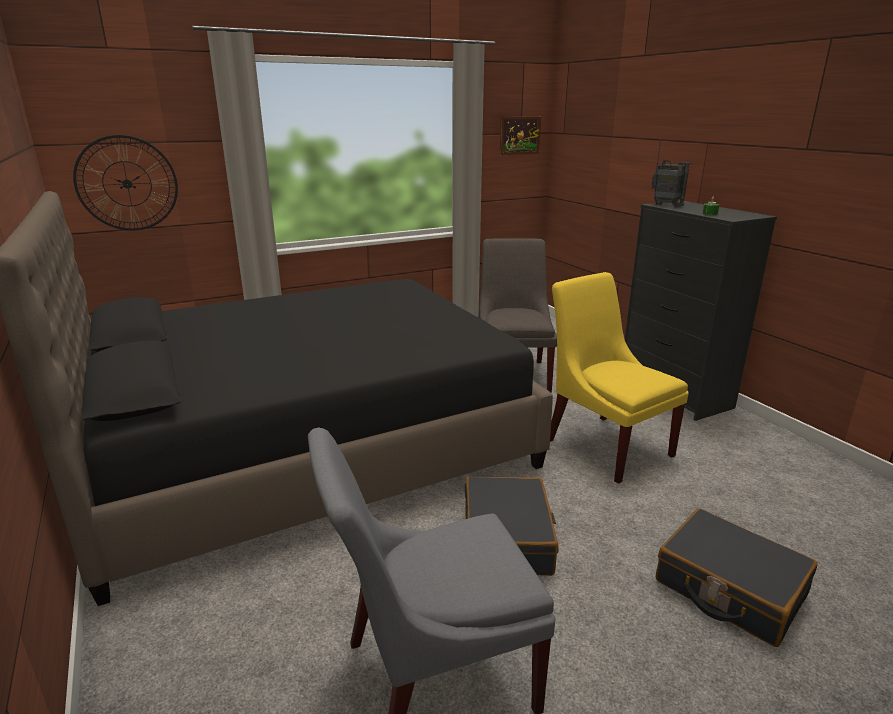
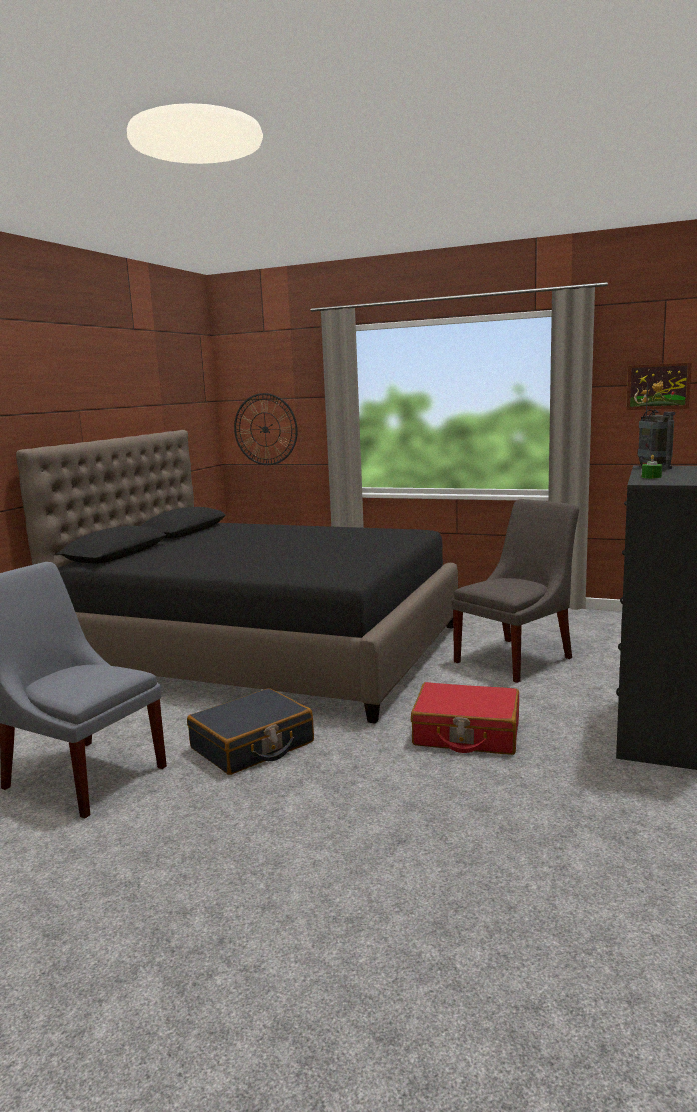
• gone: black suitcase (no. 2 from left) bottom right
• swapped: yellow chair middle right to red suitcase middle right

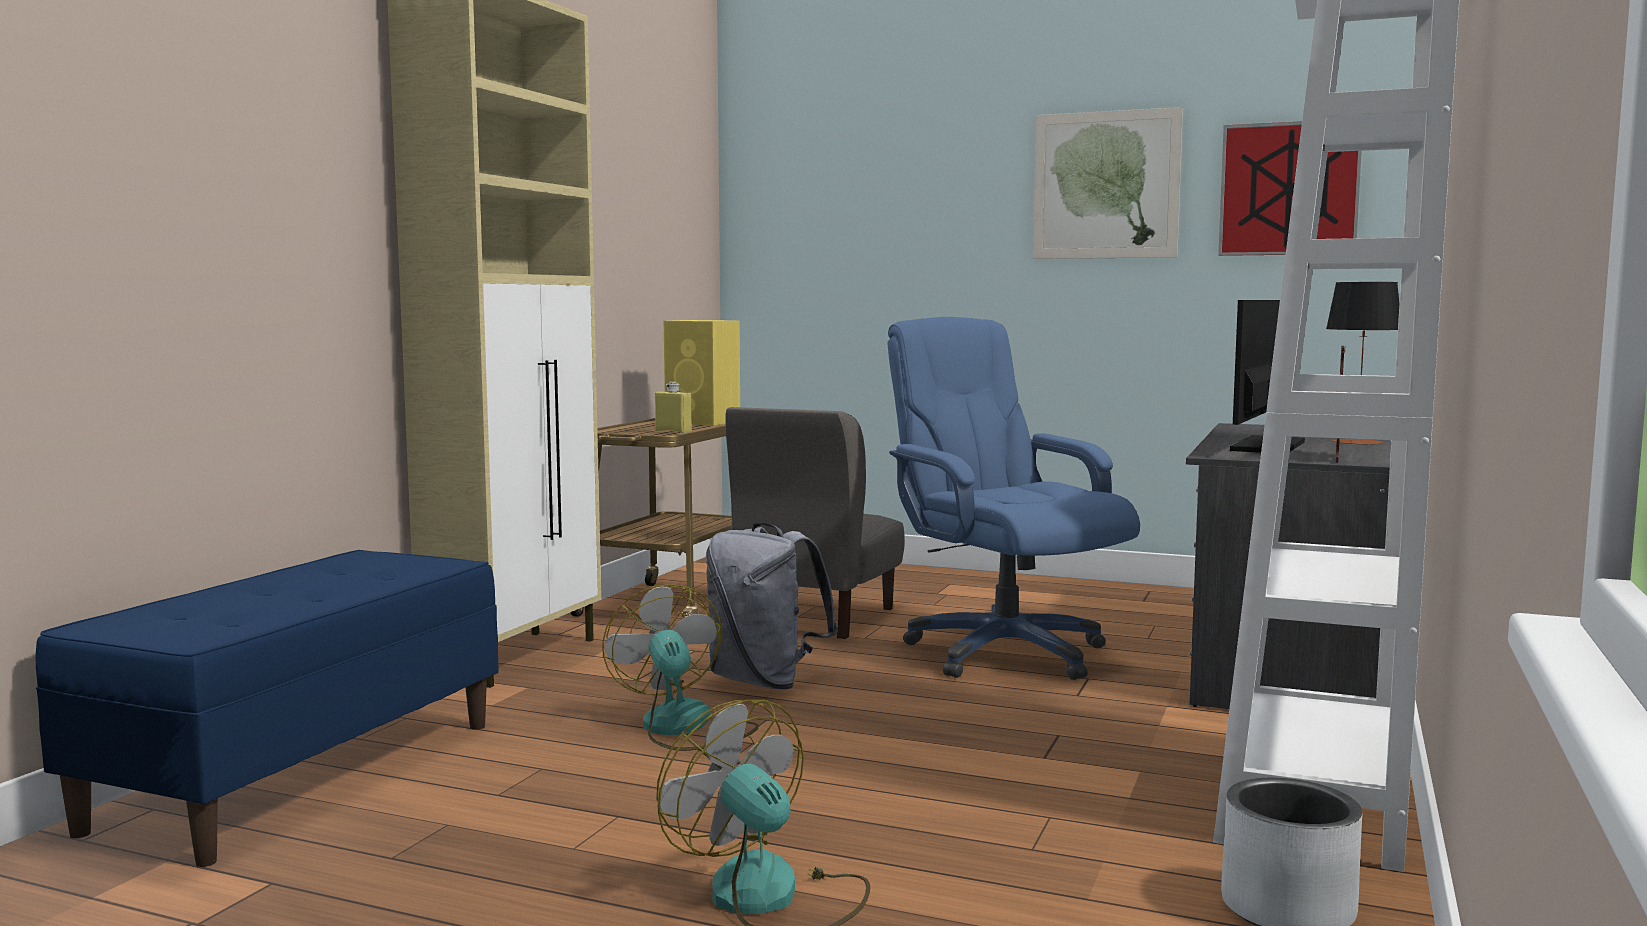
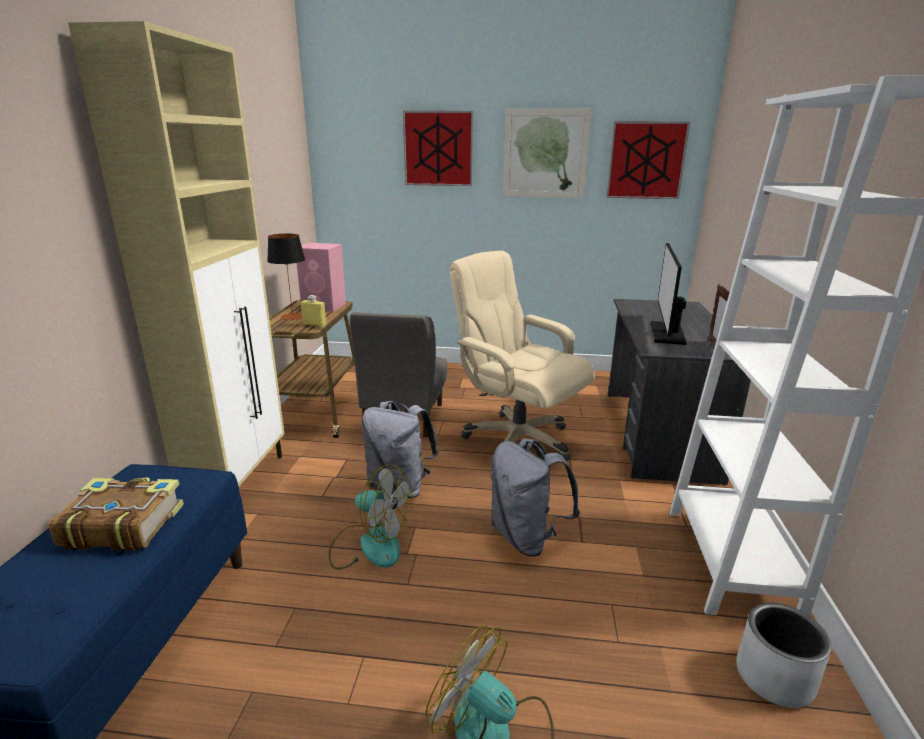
• new: book bottom left
• new: picture (no. 1 from left) top centre
• new: grey backpack (no. 2 from left) bottom centre
• shifted: table lamp middle right to middle left
• repainted: yellow speaker centre to pink speaker centre
• repainted: blue office chair centre to beige office chair centre
• rotated: fan (no. 1 from left) bottom centre = bottom centre 150 degrees clockwise

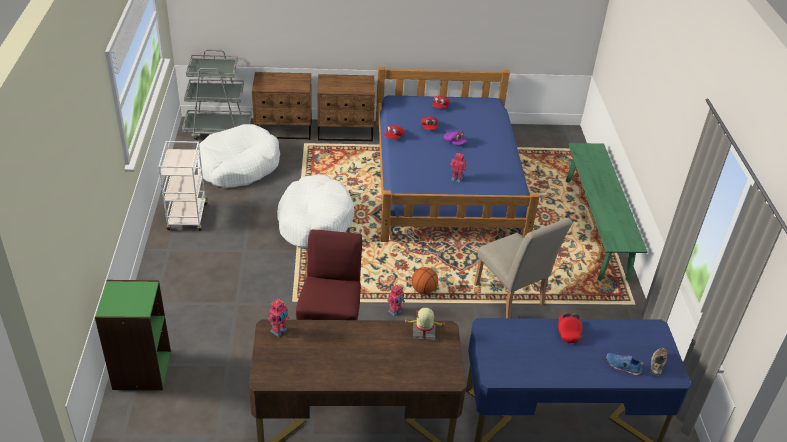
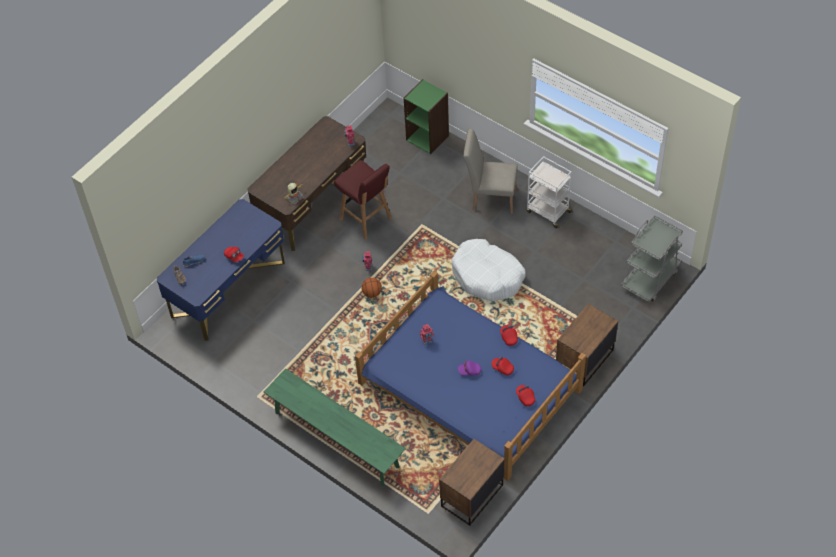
• gone: white dog bed (no. 1 from left) middle left
• shifted: brown nightstand (no. 1 from left) top centre to bottom centre
• shifted: beige chair centre to top centre

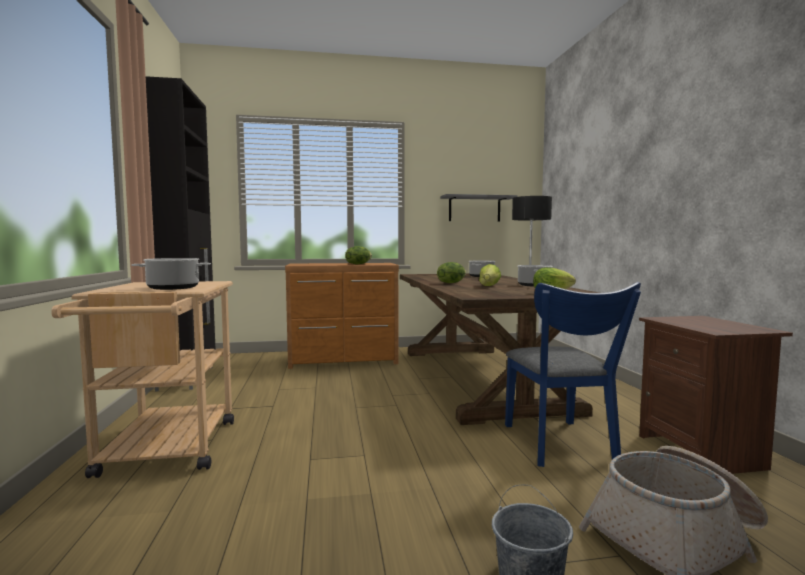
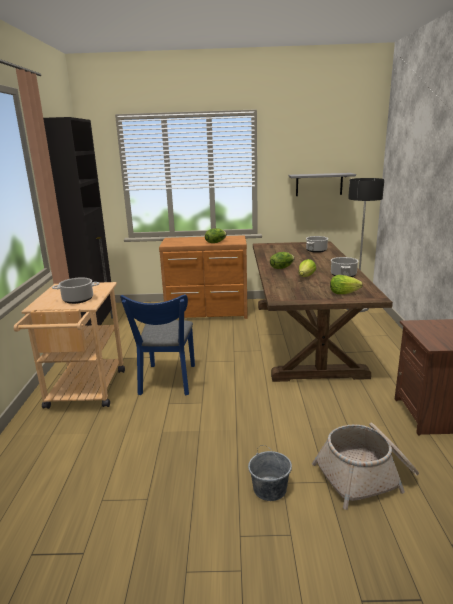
• shifted: blue chair middle right to centre

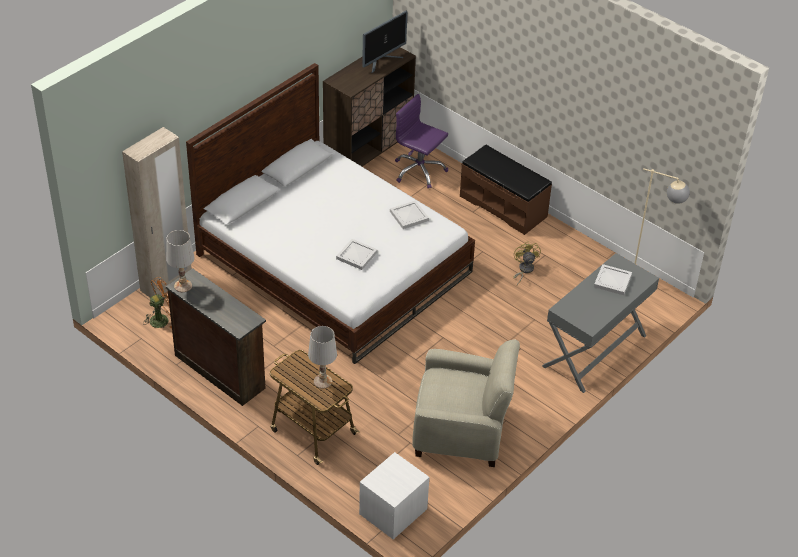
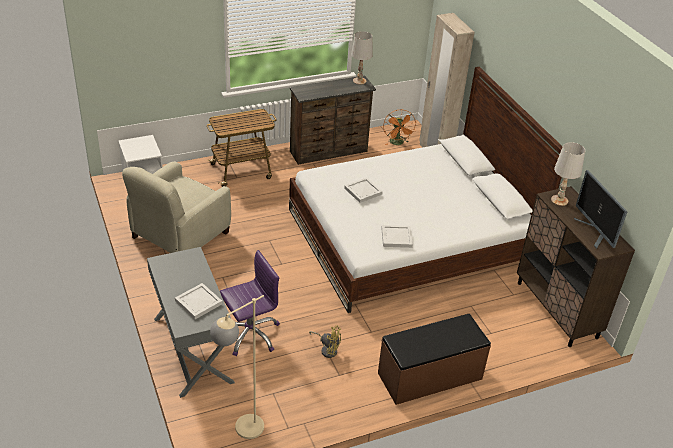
• shifted: white table lamp (no. 2 from left) centre to middle right
• shifted: purple office chair top centre to bottom centre

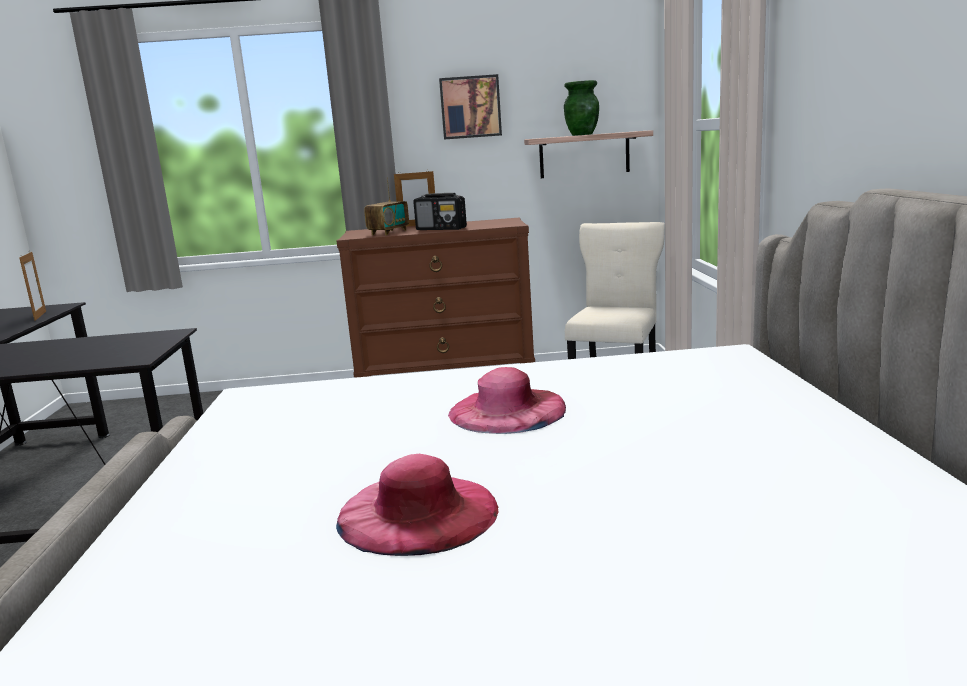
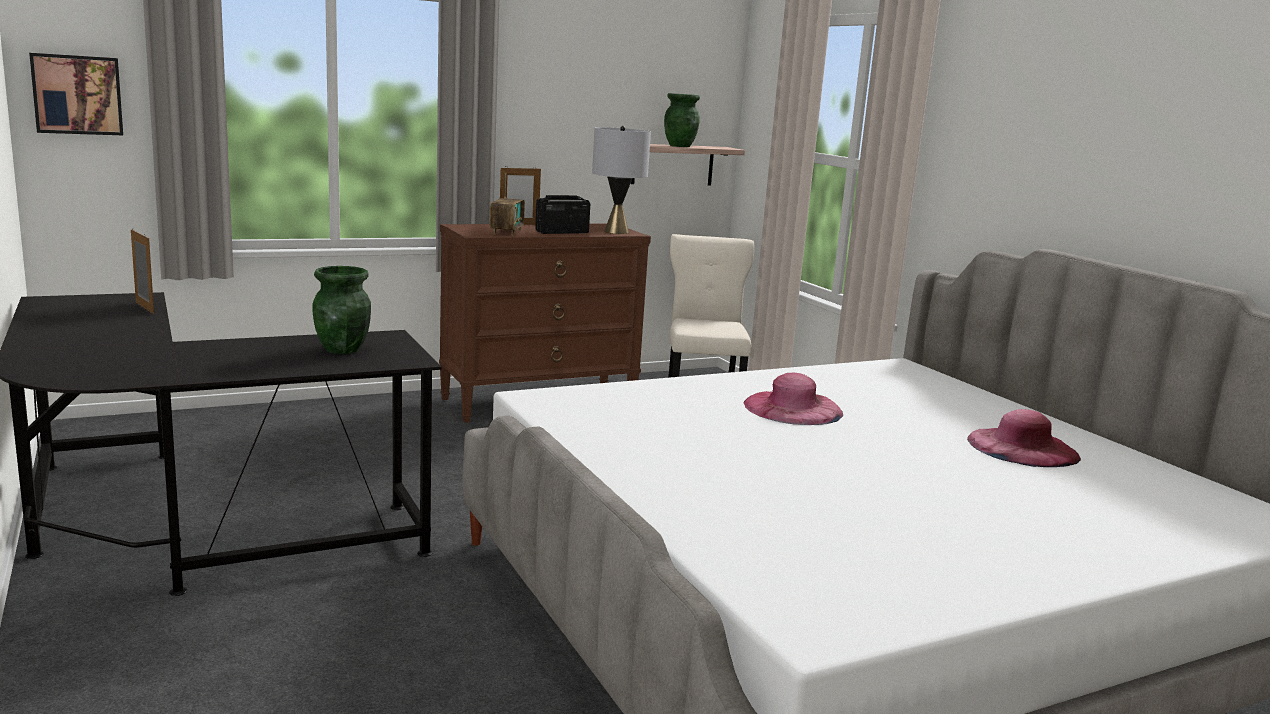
• new: green vase (no. 1 from left) middle left
• new: grey table lamp top centre
• shifted: pink hat (no. 1 from left in the first image) bottom centre to pink hat (no. 2 from left) middle right
• shifted: picture top centre to top left
• rotated: radio (no. 2 from left) top centre = top centre 150 degrees clockwise

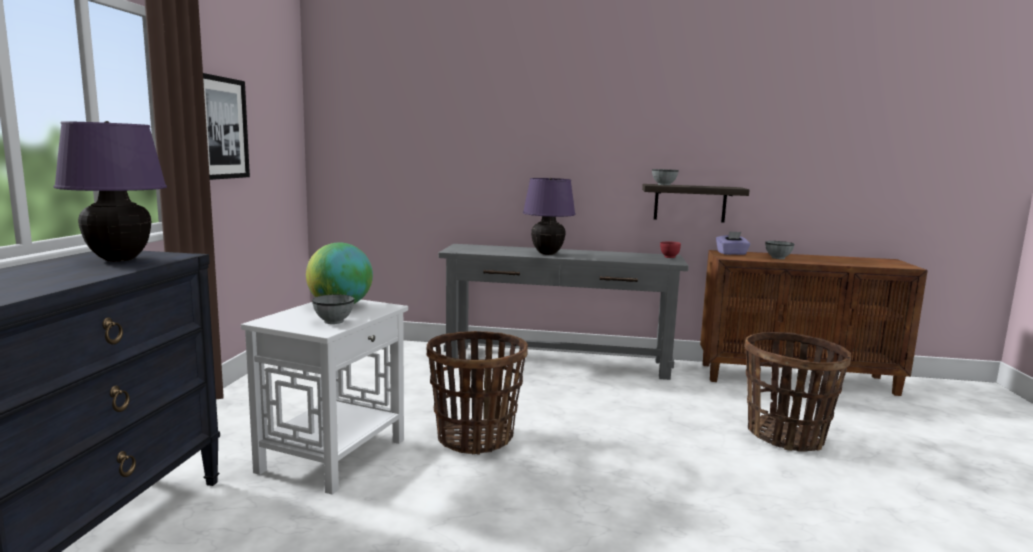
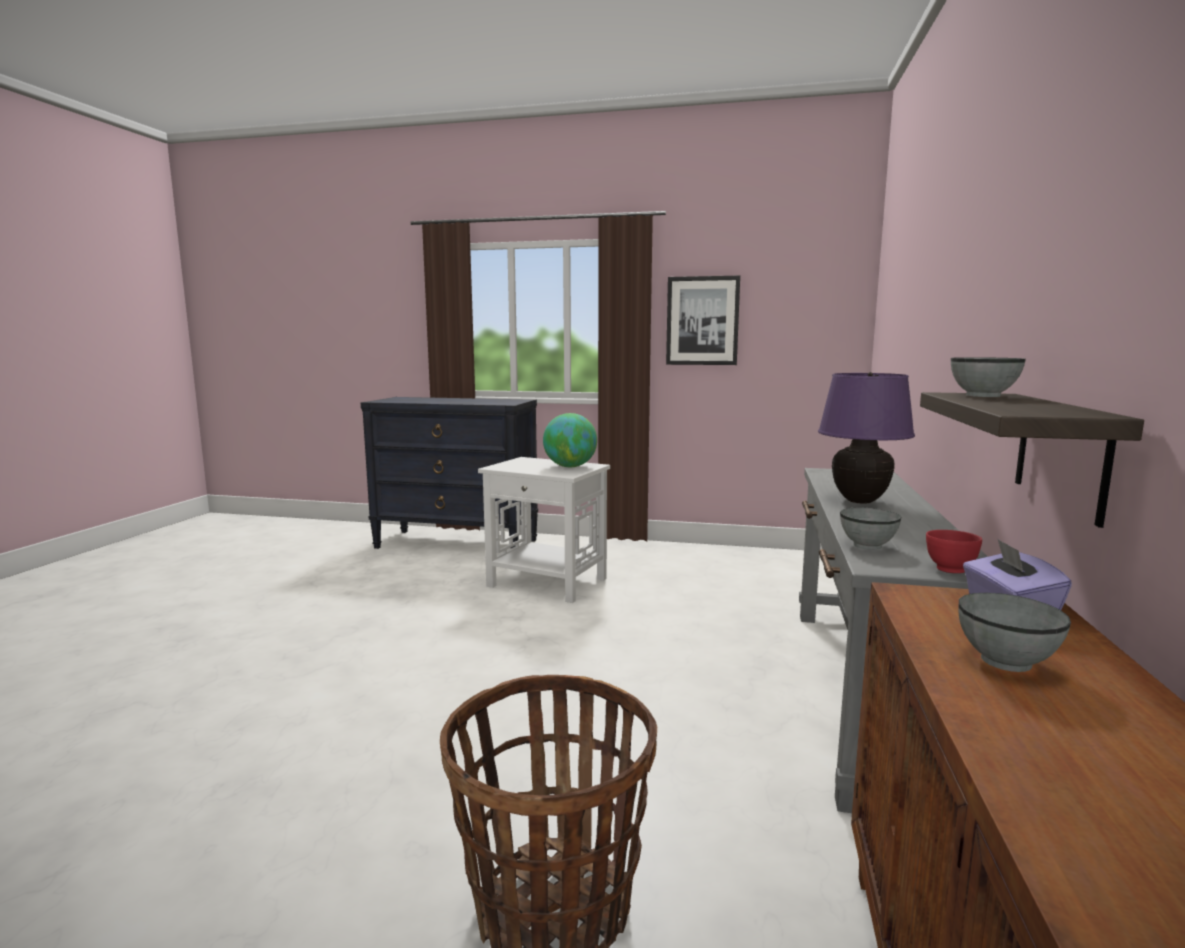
• gone: purple table lamp (no. 1 from left) middle left
• gone: basket (no. 1 from left) bottom centre
• shifted: grey bowl (no. 1 from left) middle left to middle right

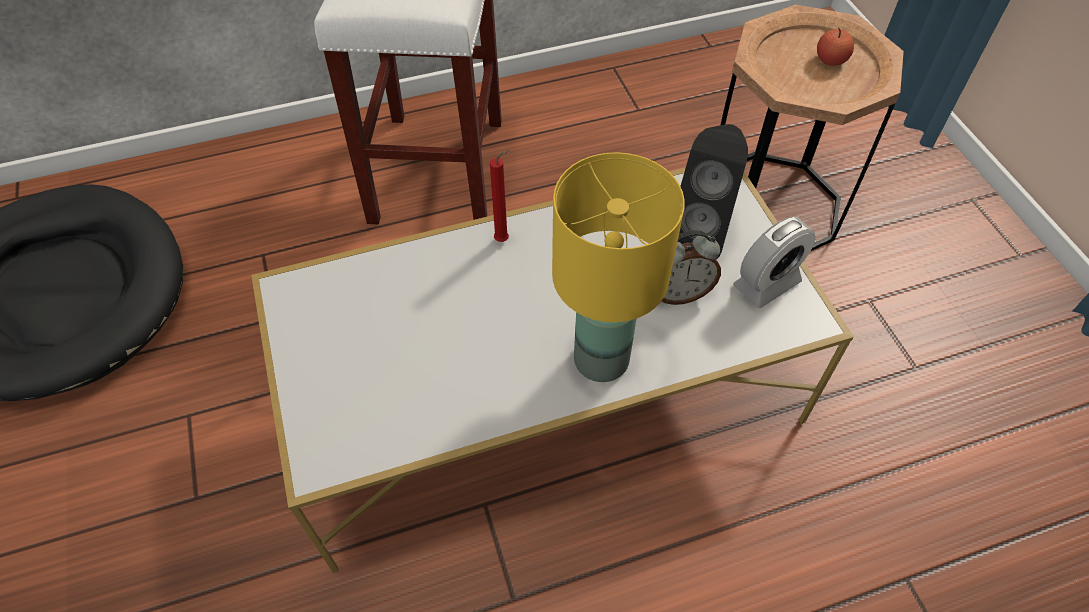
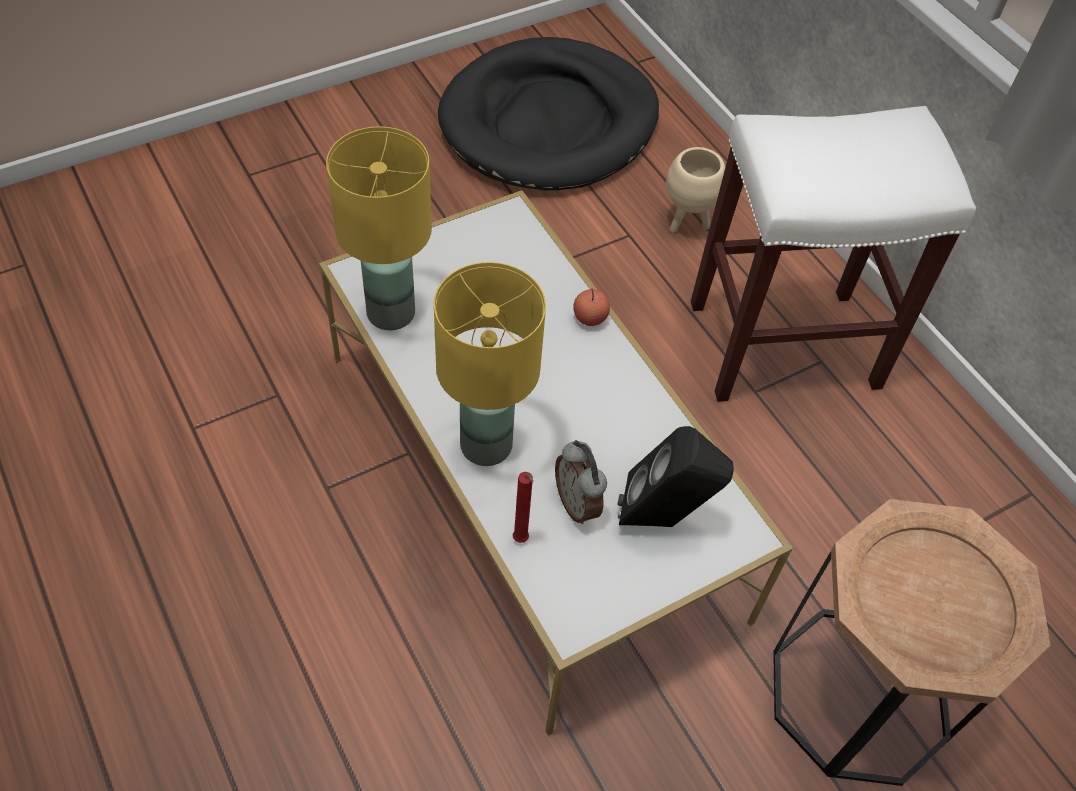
• gone: alarm clock (no. 2 from left) middle right
• new: yellow table lamp (no. 1 from left) top centre
• new: beige planter top centre
• shifted: red candle top centre to centre
• shifted: apple top right to centre

